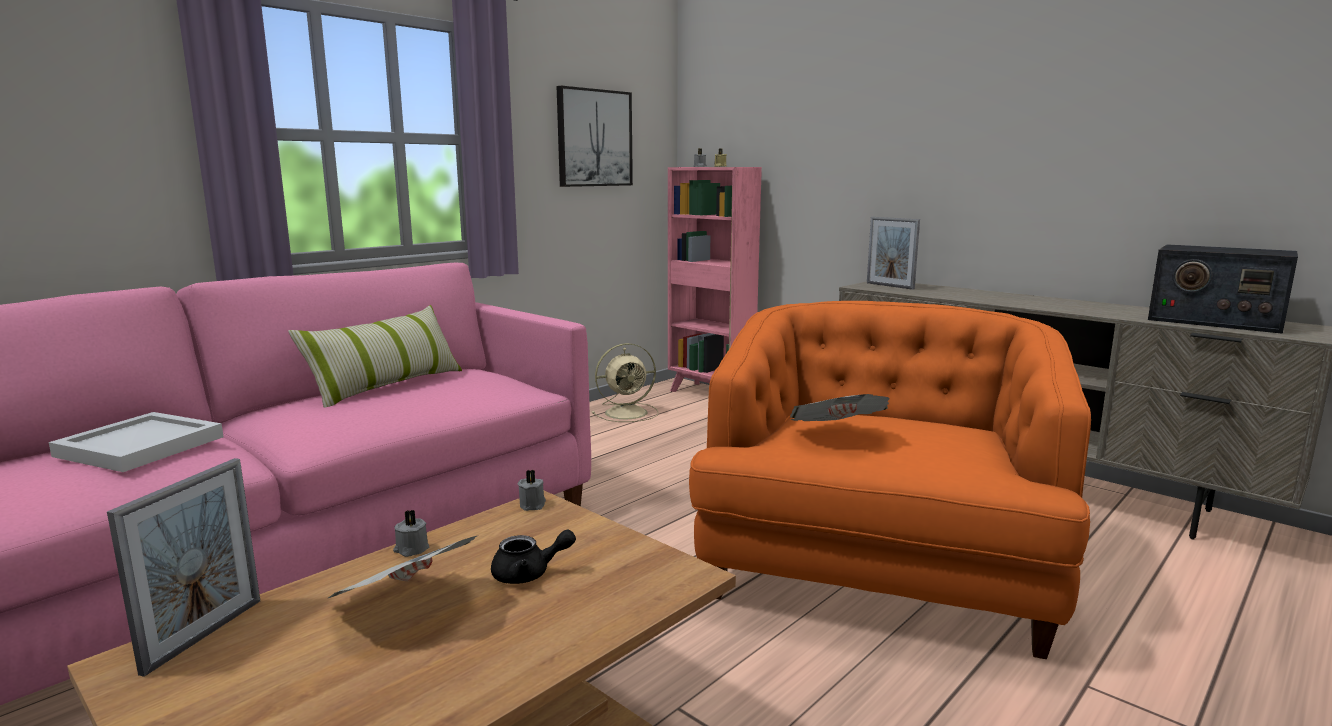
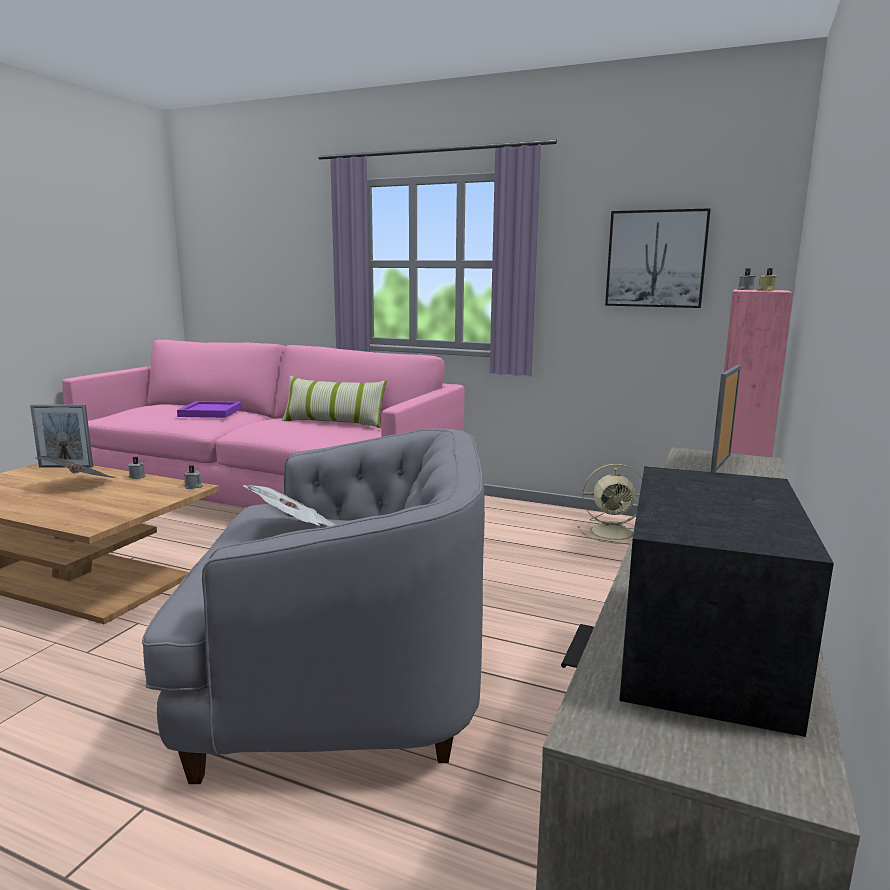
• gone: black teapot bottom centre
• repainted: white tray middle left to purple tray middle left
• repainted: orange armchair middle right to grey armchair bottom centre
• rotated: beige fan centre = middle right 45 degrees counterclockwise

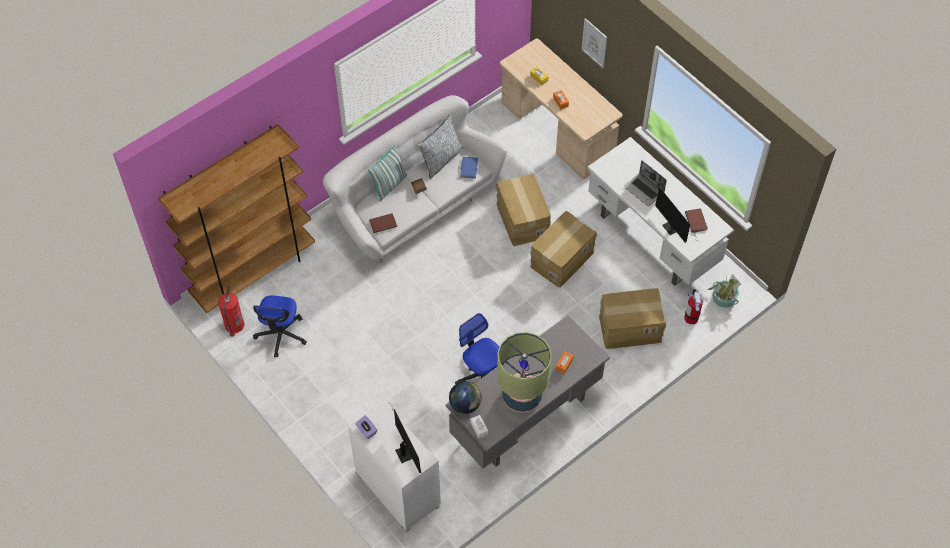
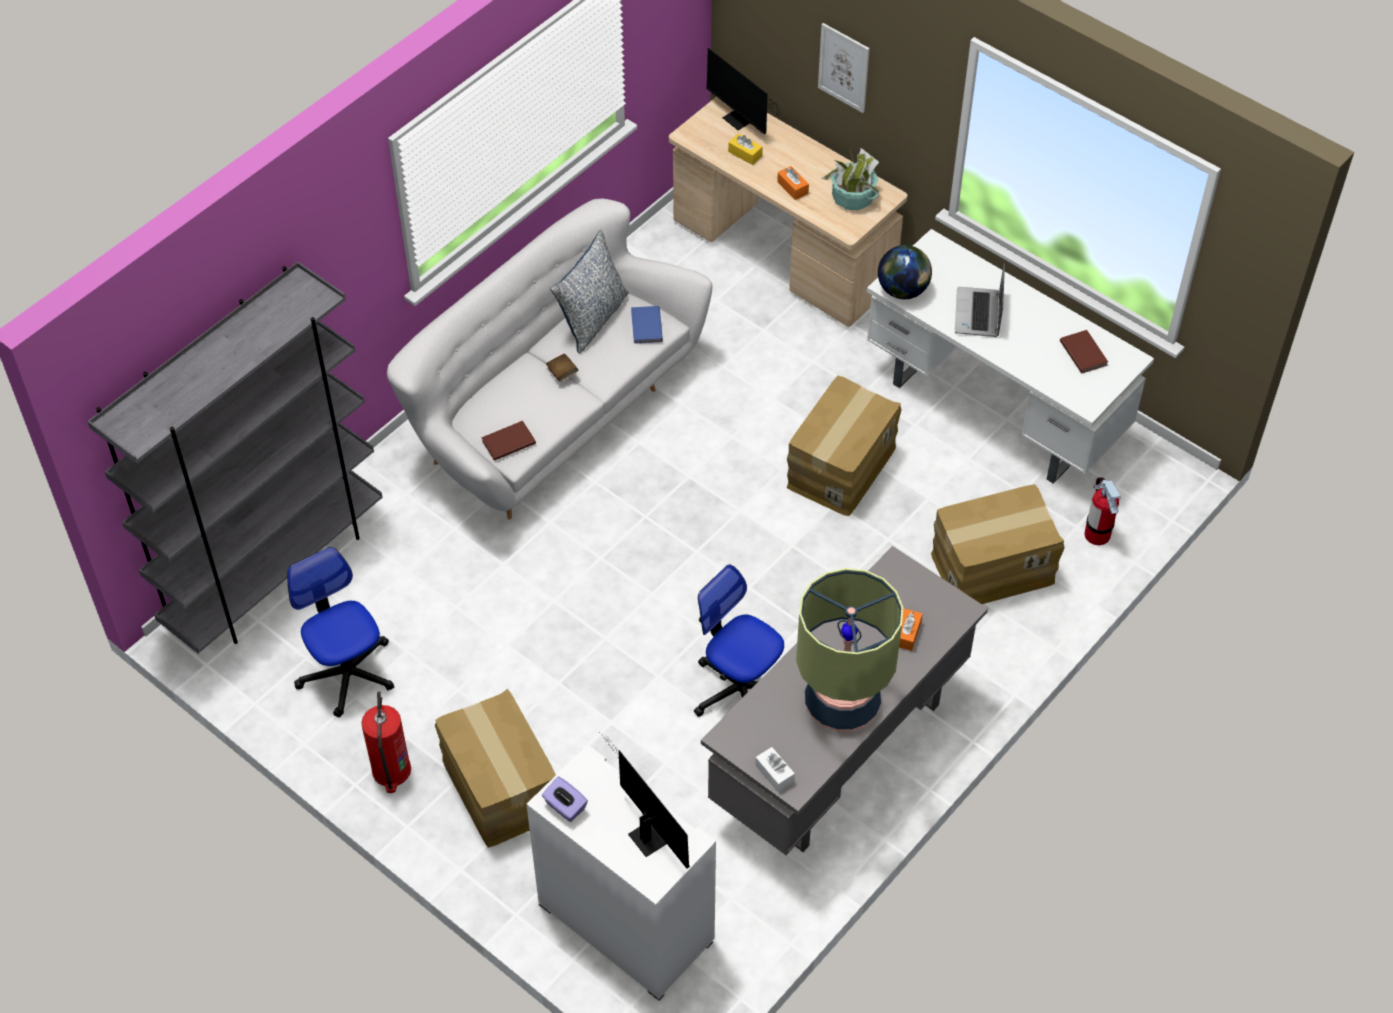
• gone: pillow (no. 1 from left) top centre
• shifted: fire extinguisher (no. 1 from left) middle left to bottom left
• shifted: globe bottom centre to top centre
• shifted: cardboard box (no. 1 from left) centre to bottom centre
• shifted: monitor (no. 2 from left) middle right to top centre
• shifted: potted plant middle right to top centre
• repainted: brown bookcase middle left to grey bookcase middle left
• rotated: office chair (no. 1 from left) middle left = middle left 150 degrees clockwise
• rotated: laptop middle right = top right 60 degrees clockwise

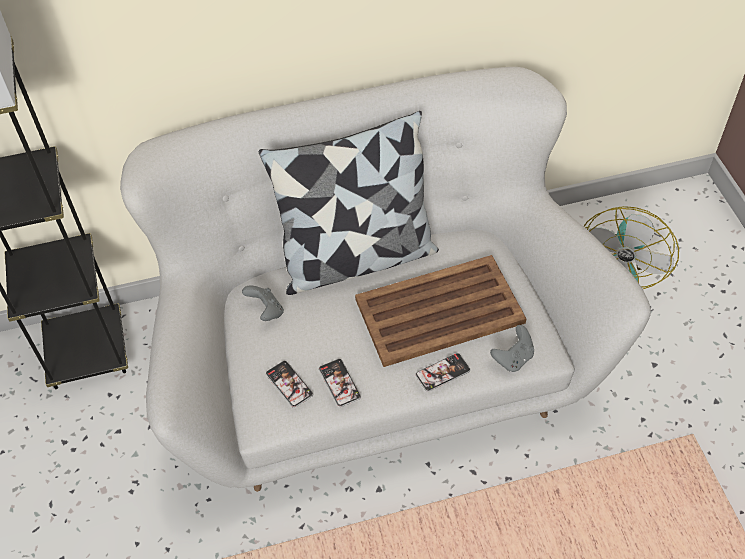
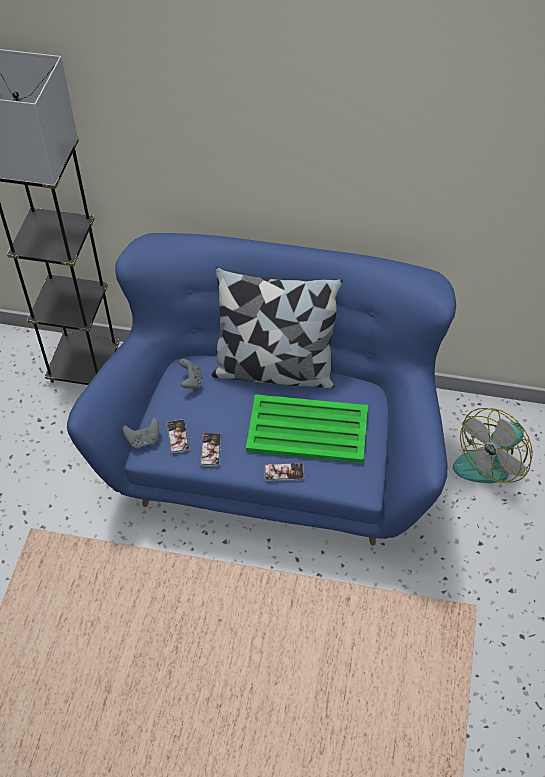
• shifted: grey game controller (no. 2 from left in the first image) middle right to grey game controller (no. 1 from left) middle left
• repainted: white sofa centre to blue sofa centre
• repainted: brown tray centre to green tray centre

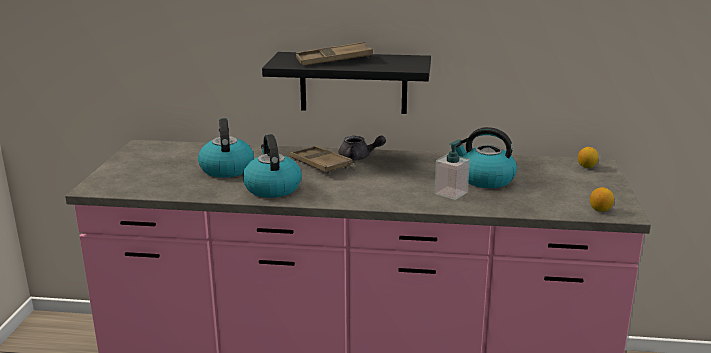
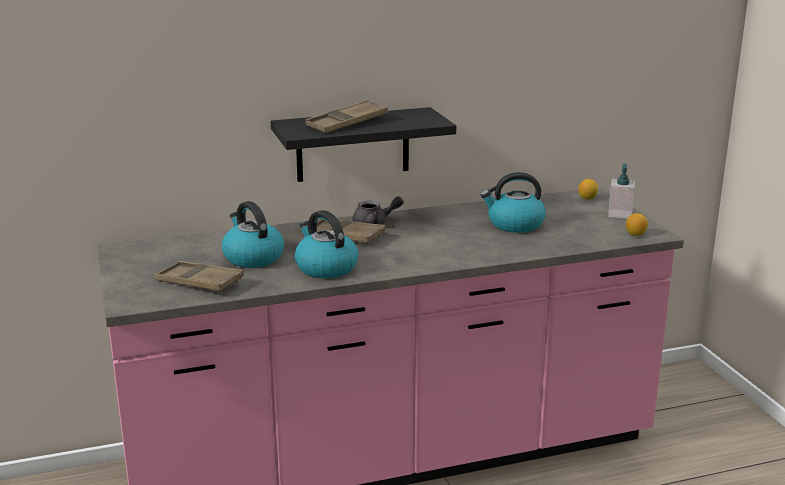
• new: brown tray (no. 1 from left) middle left
• shifted: soap dispenser centre to middle right

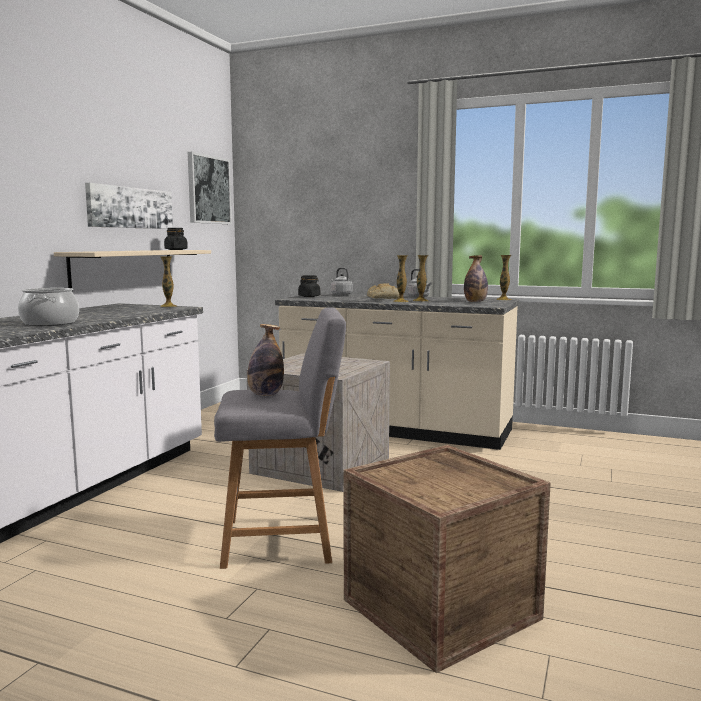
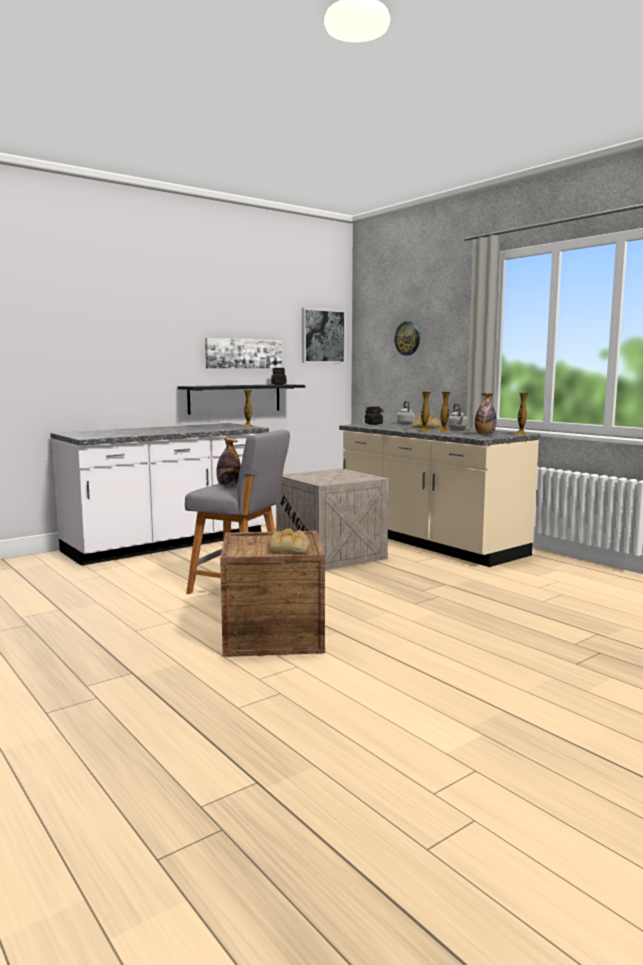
• gone: cooking pot middle left
• new: bread (no. 1 from left) centre
• new: wall clock centre
• repainted: beige shelf middle left to black shelf centre

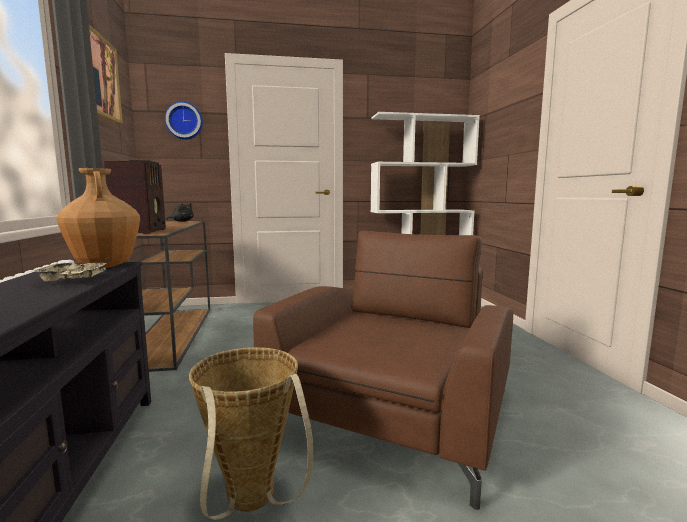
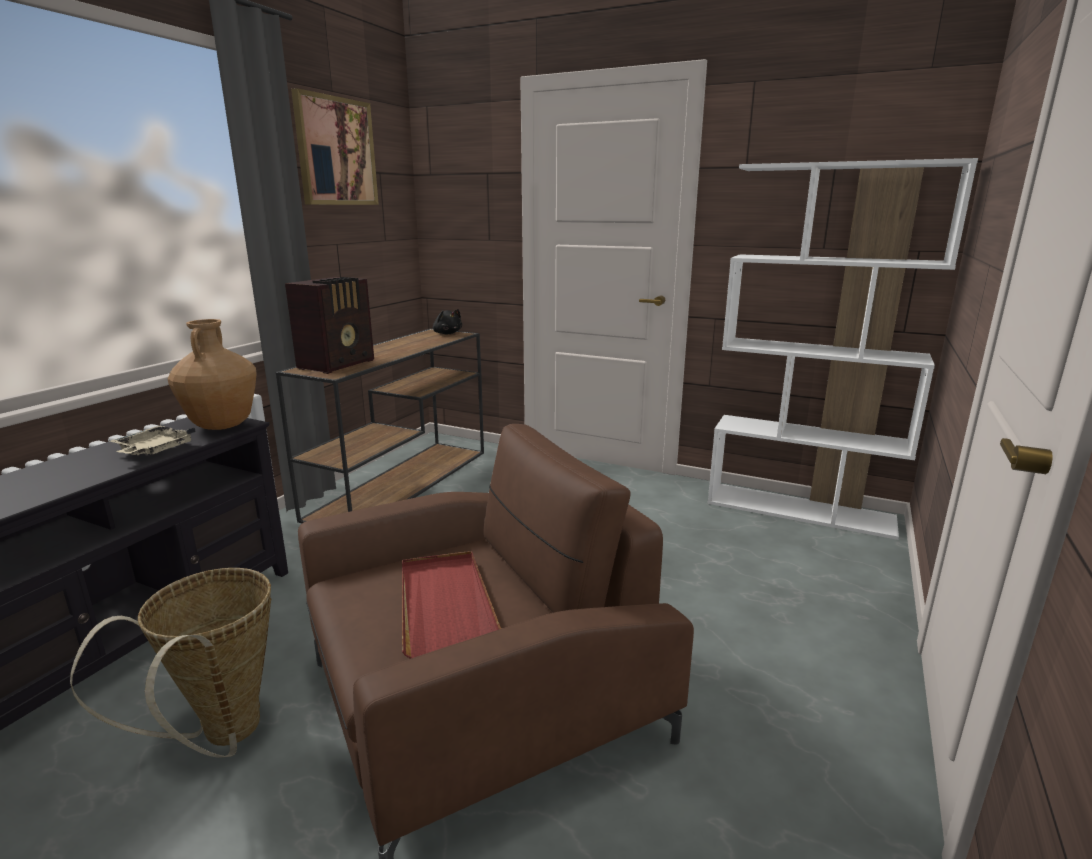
• gone: wall clock top left
• new: red tray bottom centre

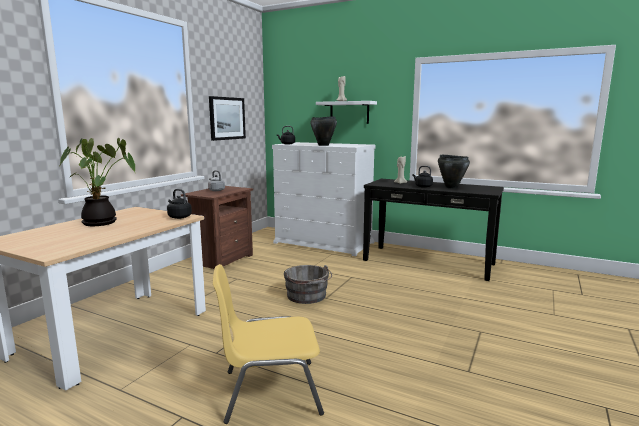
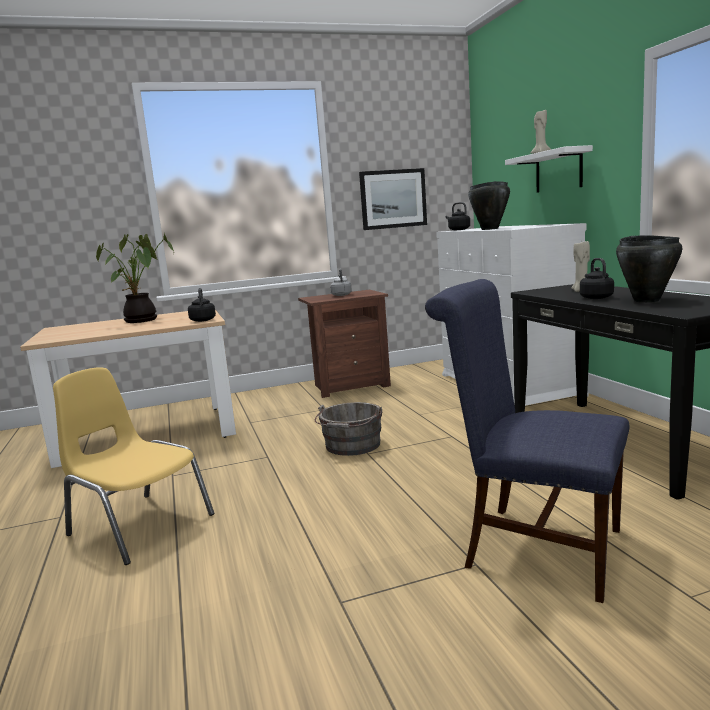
• new: blue chair middle right

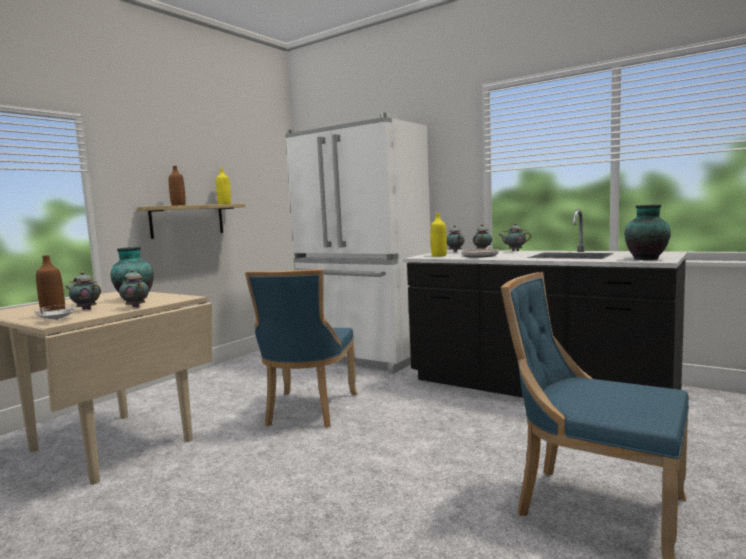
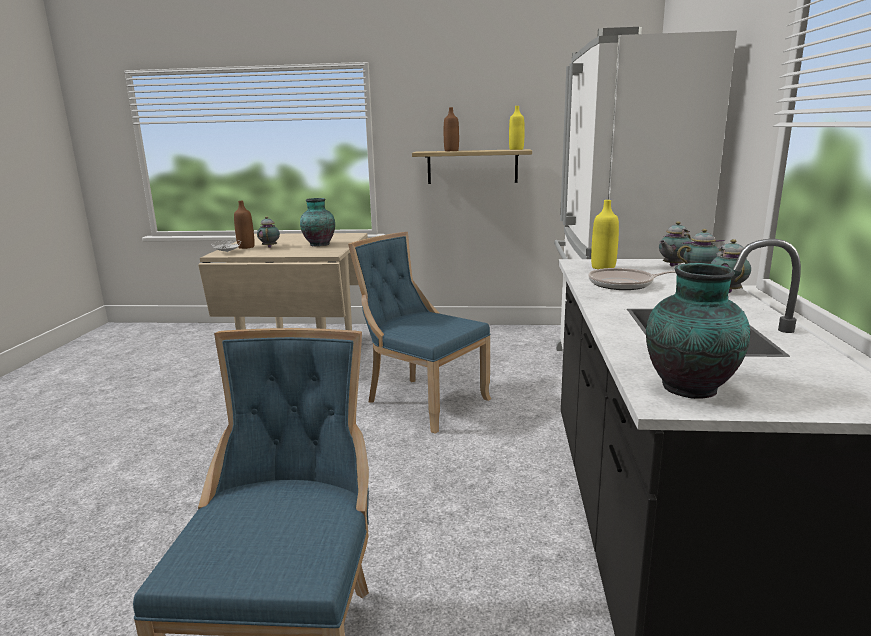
• gone: teapot (no. 2 from left) middle left
• rotated: blue chair (no. 1 from left in the first image) centre = centre 60 degrees clockwise

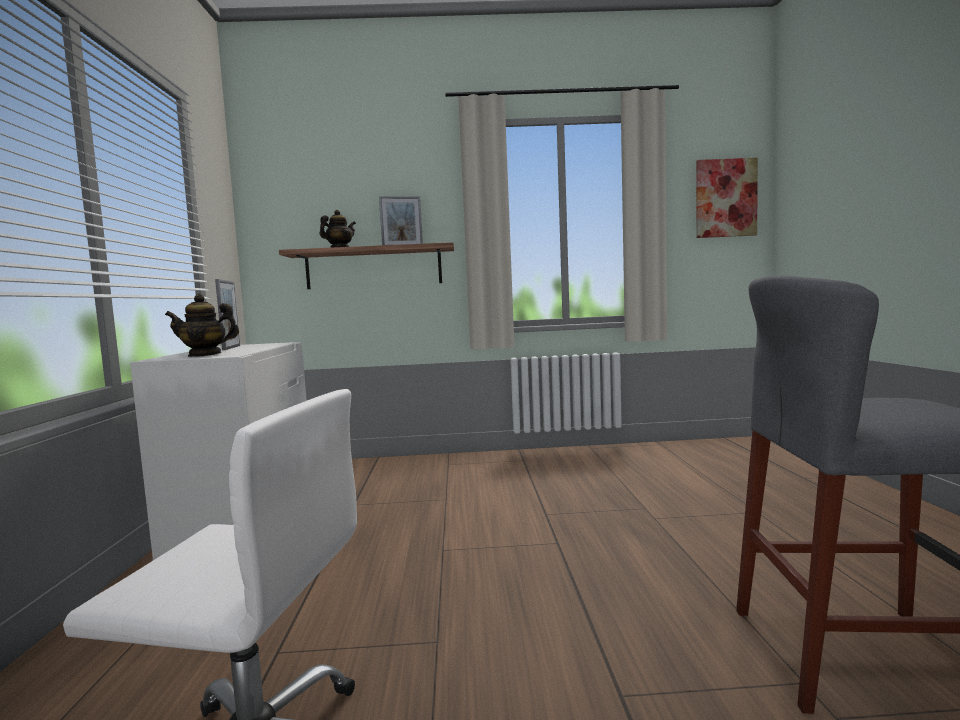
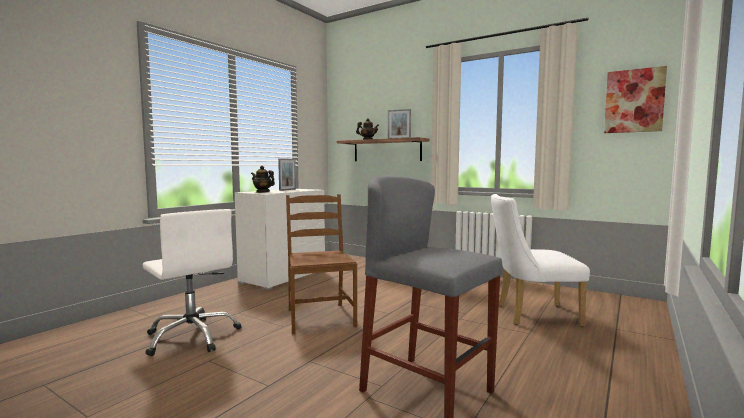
• new: brown chair centre
• new: white chair middle right

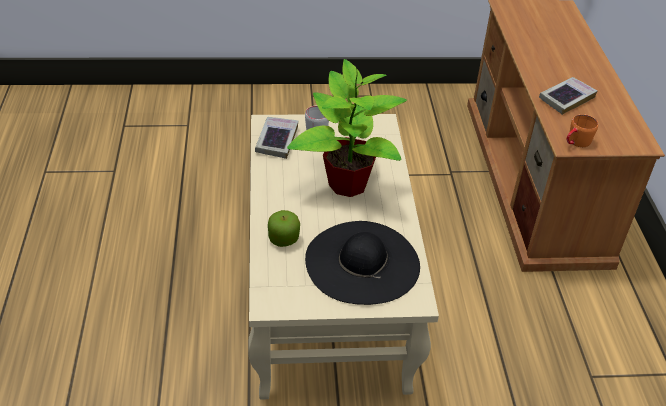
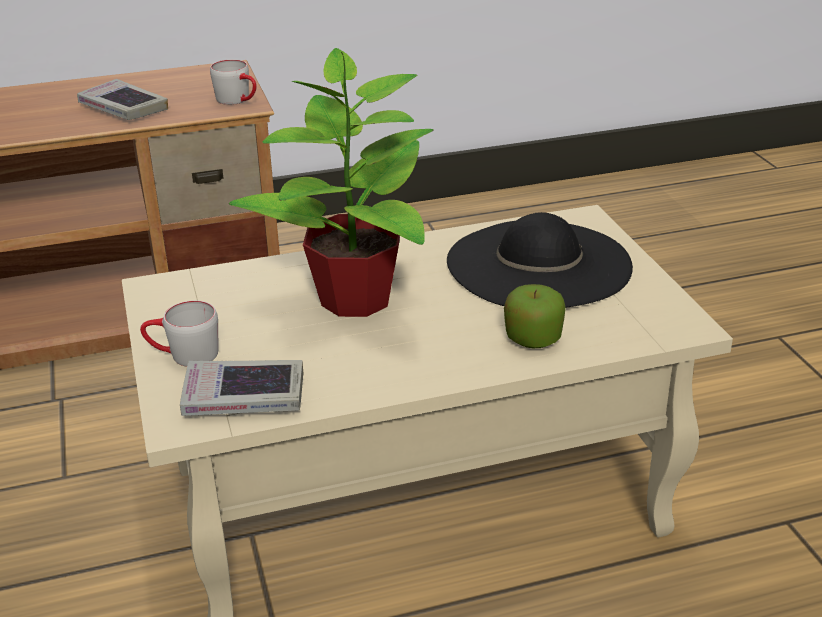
• repainted: orange mug top right to grey mug (no. 2 from left) top left

